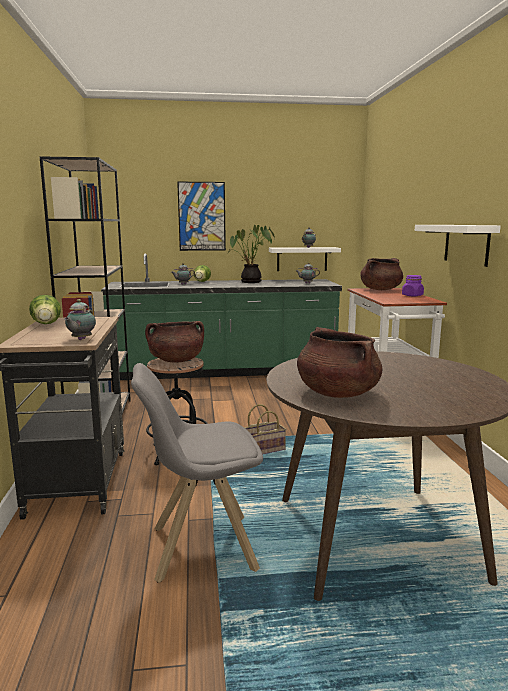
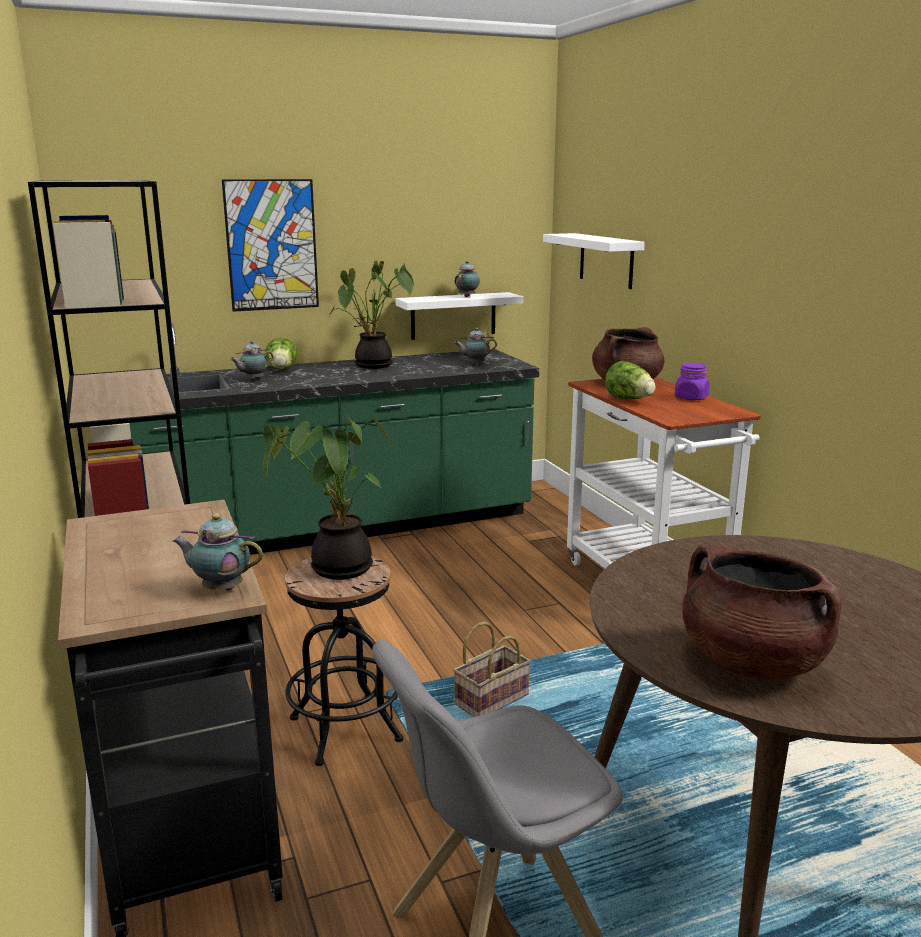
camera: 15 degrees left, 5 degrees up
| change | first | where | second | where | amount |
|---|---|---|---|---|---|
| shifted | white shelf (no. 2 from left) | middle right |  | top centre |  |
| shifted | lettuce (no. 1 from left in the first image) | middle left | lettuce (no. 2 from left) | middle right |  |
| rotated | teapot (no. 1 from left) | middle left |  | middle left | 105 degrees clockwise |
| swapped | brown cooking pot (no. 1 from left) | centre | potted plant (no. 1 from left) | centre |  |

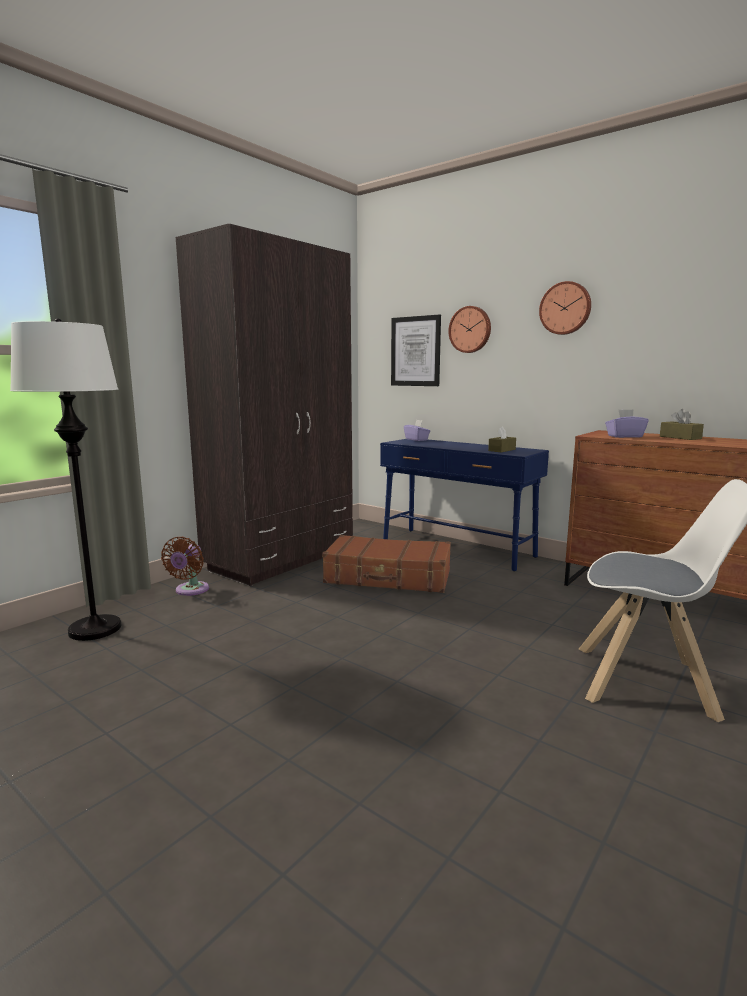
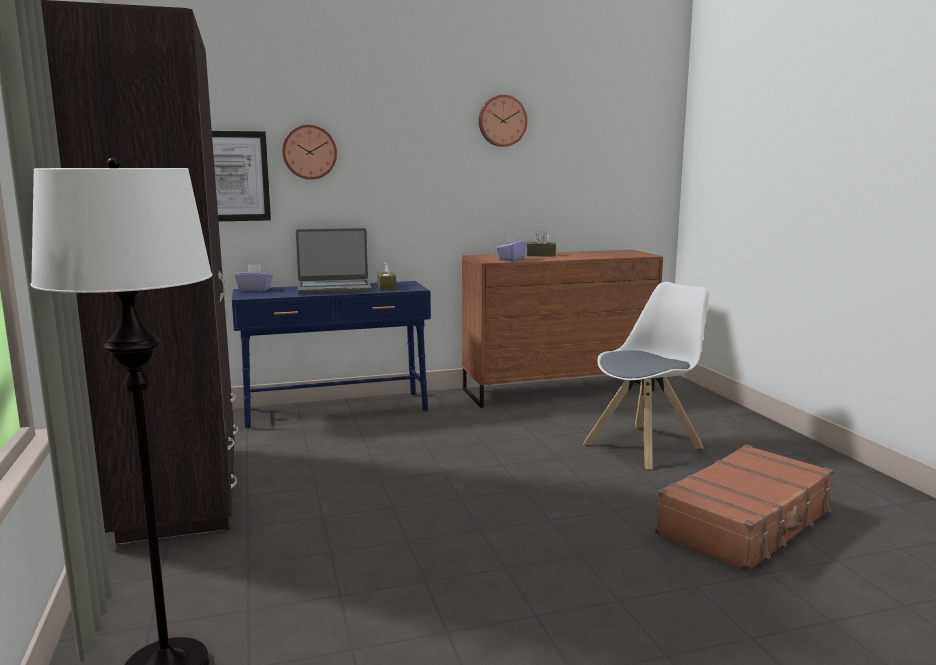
camera: 55 degrees left, 0 degrees up
| change | first | where | second | where | amount |
|---|---|---|---|---|---|
| shifted | wall clock (no. 2 from left) | top right |  | top centre |  |
| shifted | brown suitcase | centre |  | bottom right |  |
| gone | brown fan | middle left |  |  |  |
| new |  |  | laptop | centre |  |

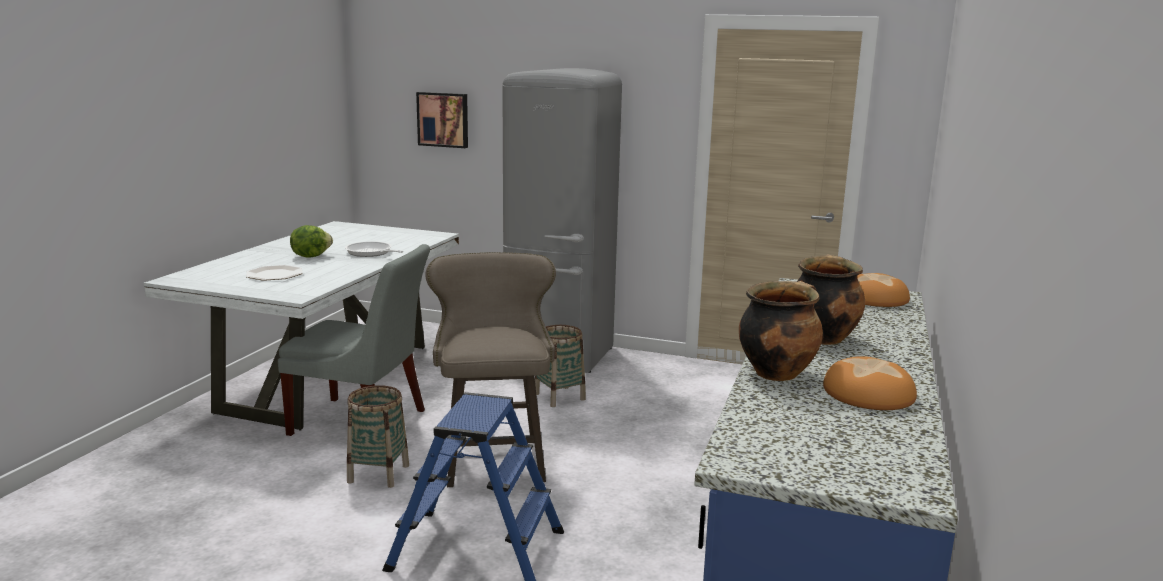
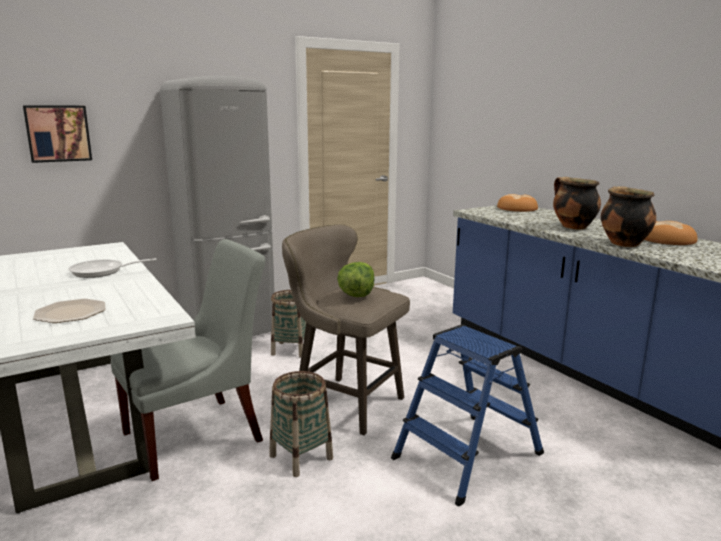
camera: 50 degrees left, 0 degrees up
| change | first | where | second | where | amount |
|---|---|---|---|---|---|
| shifted | lettuce | middle left |  | centre |  |

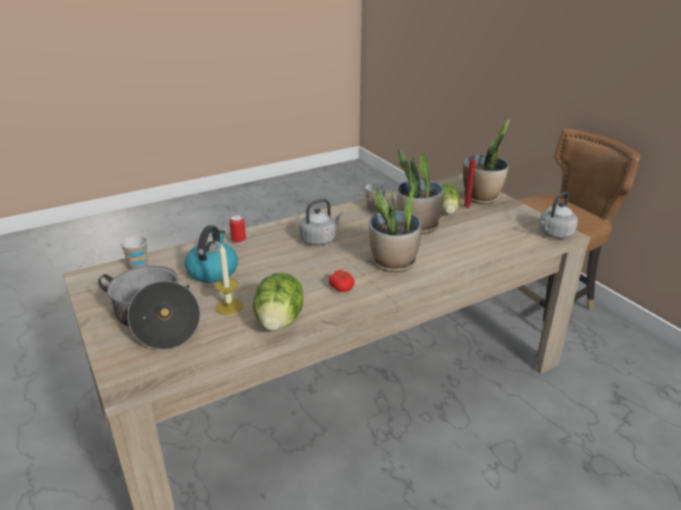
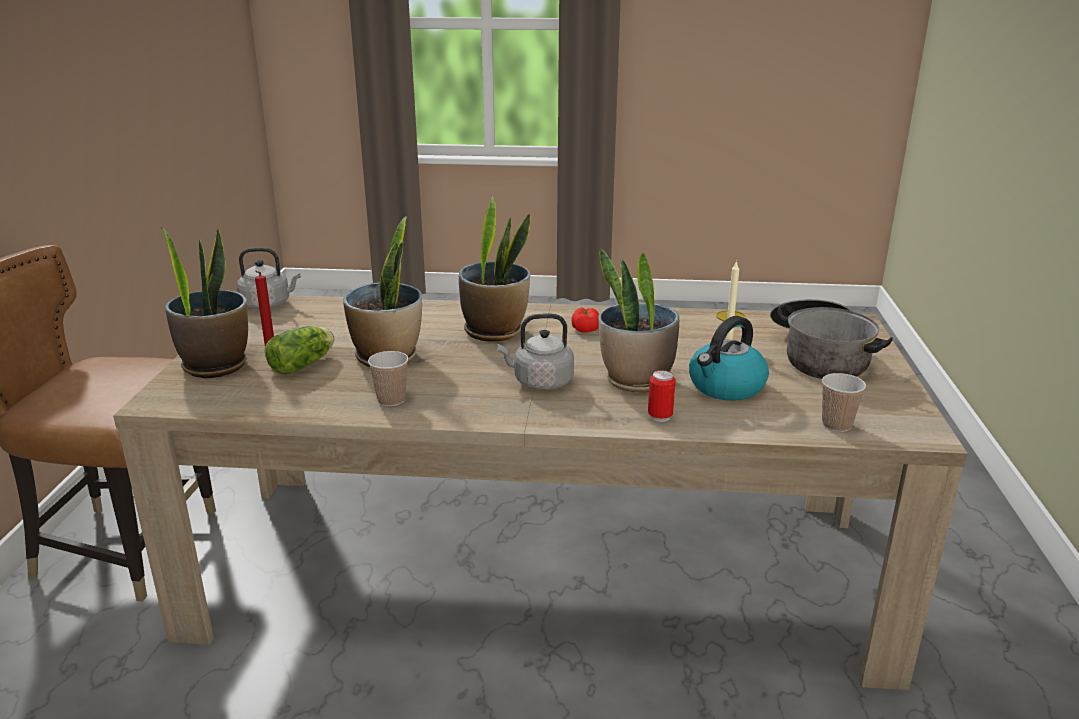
camera: 145 degrees left, 5 degrees down
| change | first | where | second | where | amount |
|---|---|---|---|---|---|
| gone | lettuce (no. 1 from left) | centre |  |  |  |
| new |  |  | potted plant (no. 4 from left) | centre |  |

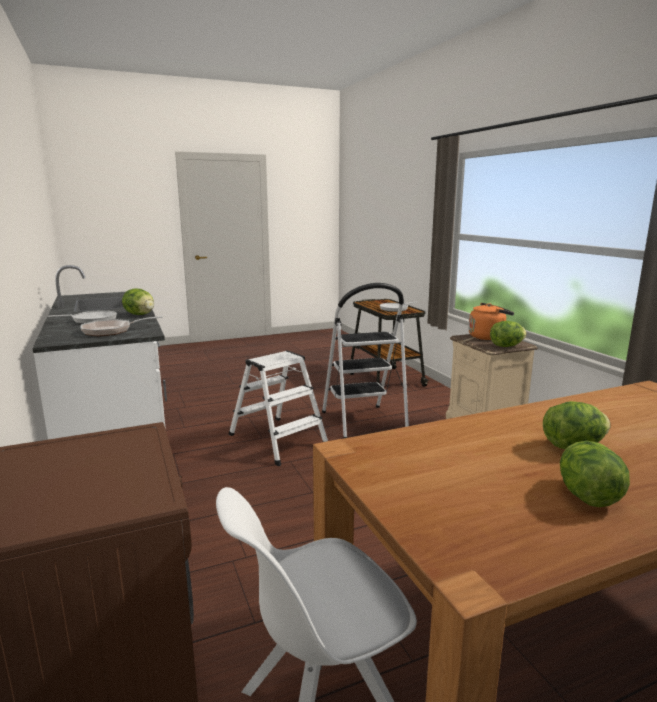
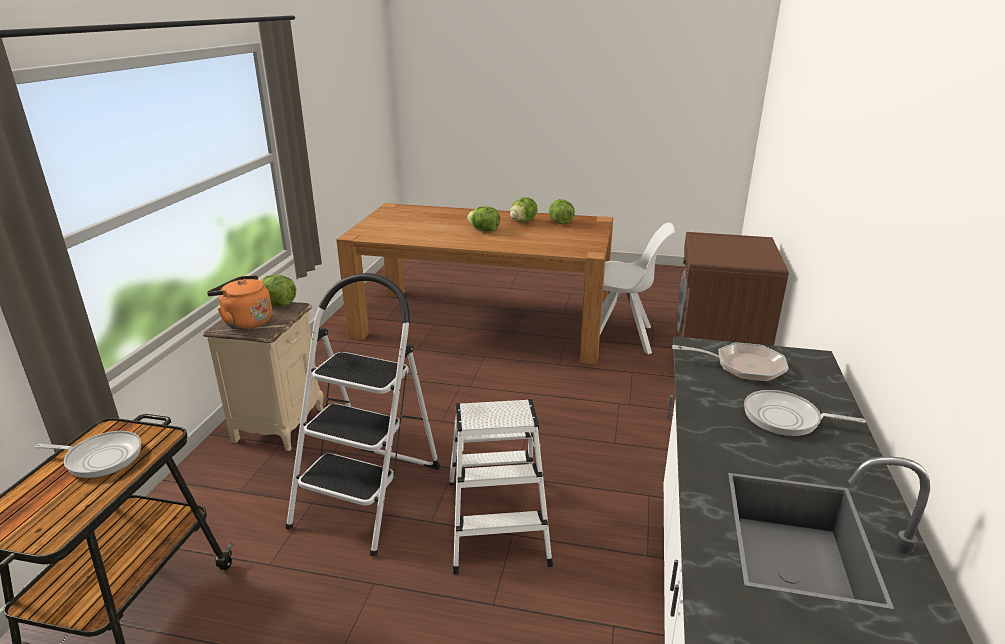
camera: 145 degrees left, 10 degrees up
| change | first | where | second | where | amount |
|---|---|---|---|---|---|
| shifted | lettuce (no. 1 from left in the first image) | middle left | lettuce (no. 4 from left) | top centre |  |

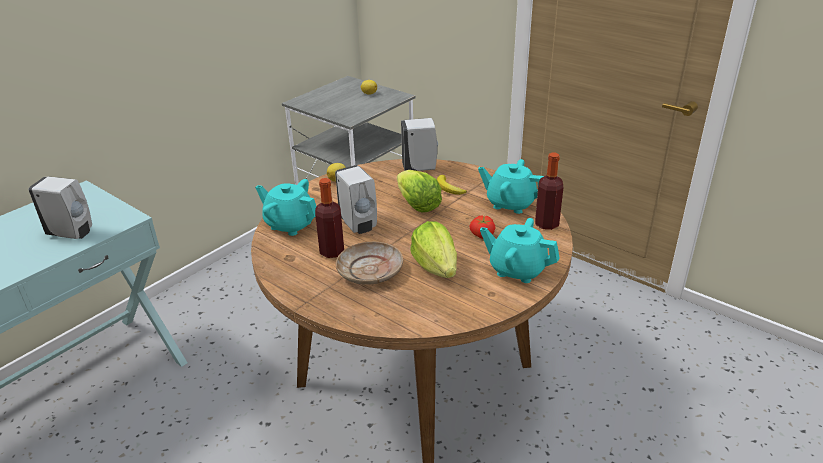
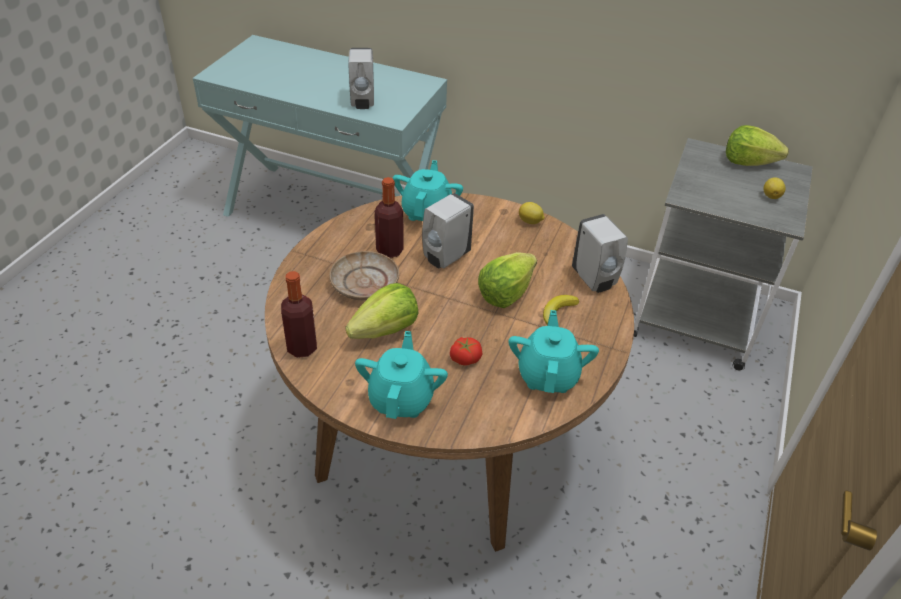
camera: 70 degrees right, 10 degrees up
| change | first | where | second | where | amount |
|---|---|---|---|---|---|
| shifted | bottle (no. 2 from left in the first image) | middle right | bottle (no. 1 from left) | middle left |  |
| new |  |  | lettuce (no. 3 from left) | top right |  |

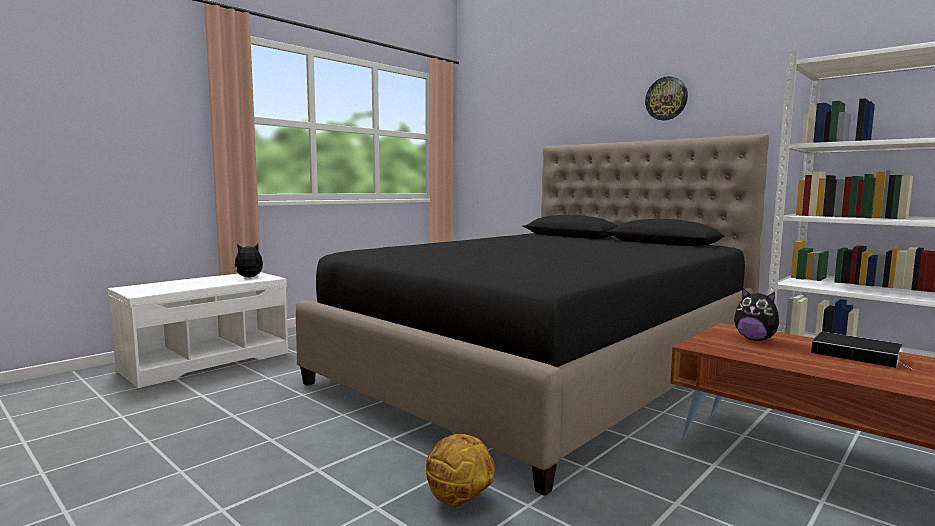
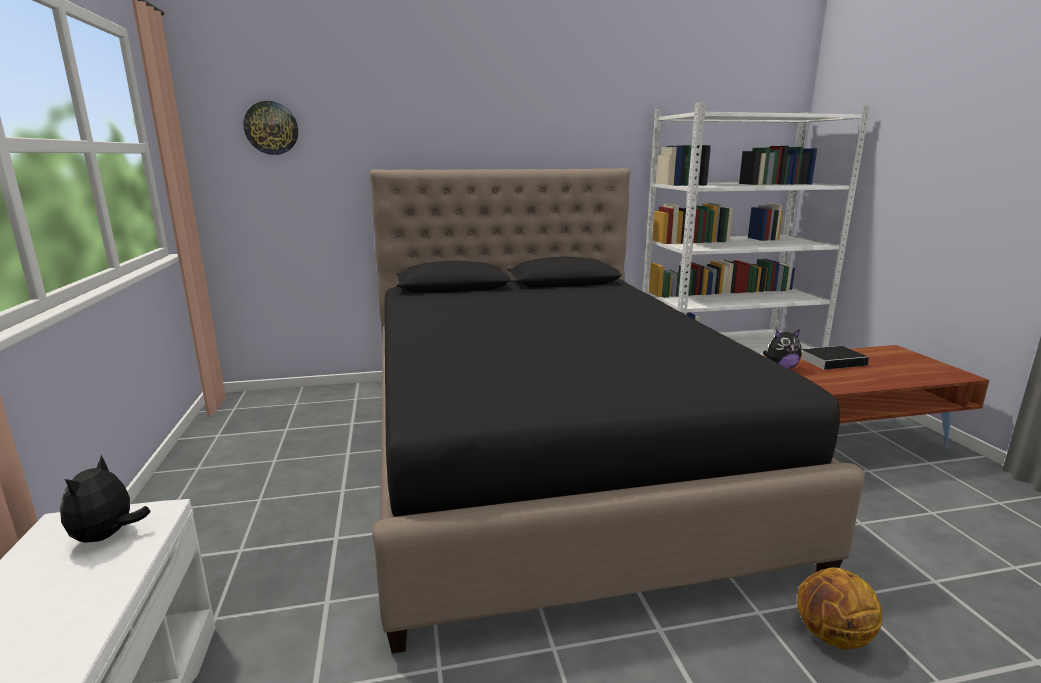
camera: 55 degrees left, 10 degrees up
| change | first | where | second | where | amount |
|---|---|---|---|---|---|
| shifted | wall clock | top right |  | top left |  |

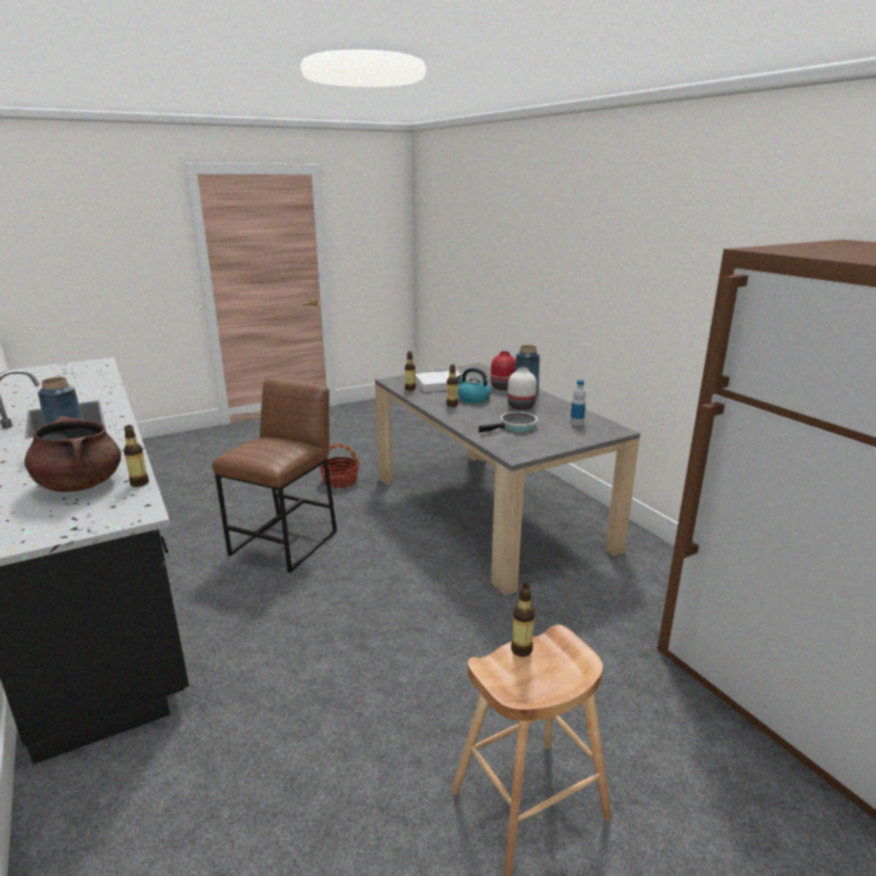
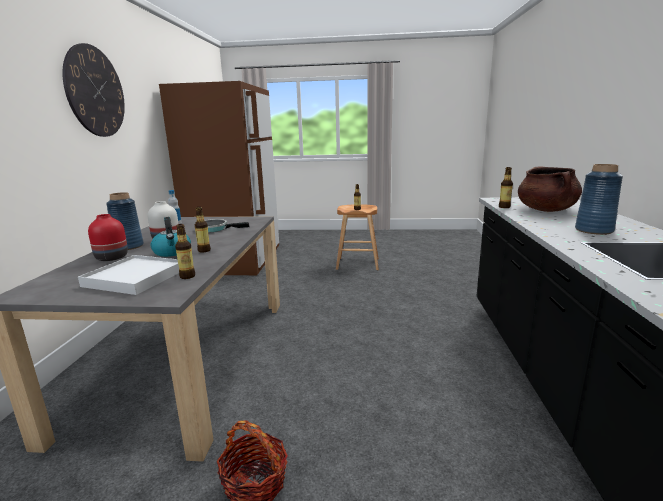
camera: 145 degrees left, 5 degrees down
| change | first | where | second | where | amount |
|---|---|---|---|---|---|
| gone | brown chair | middle left |  |  |  |
| new |  |  | wall clock | top left |  |

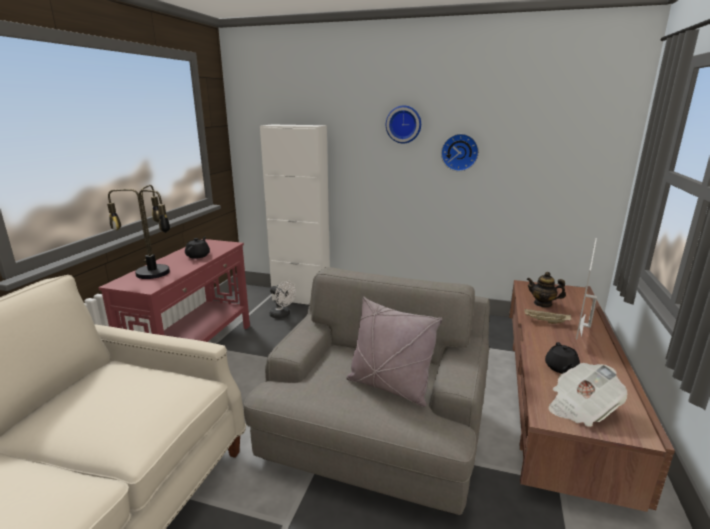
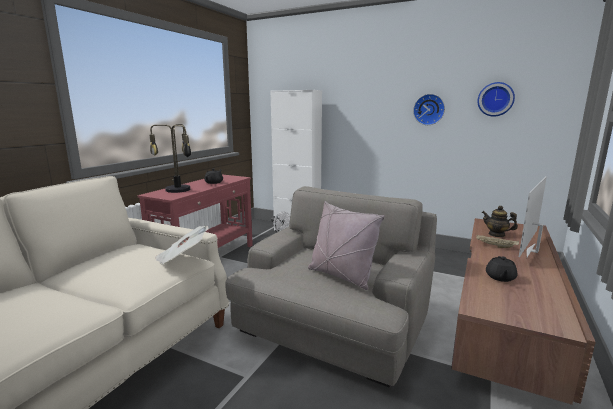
camera: 10 degrees right, 5 degrees down
| change | first | where | second | where | amount |
|---|---|---|---|---|---|
| shifted | wall clock (no. 1 from left in the first image) | top centre | wall clock (no. 2 from left) | top right |  |
| shifted | newspaper | bottom right |  | middle left |  |

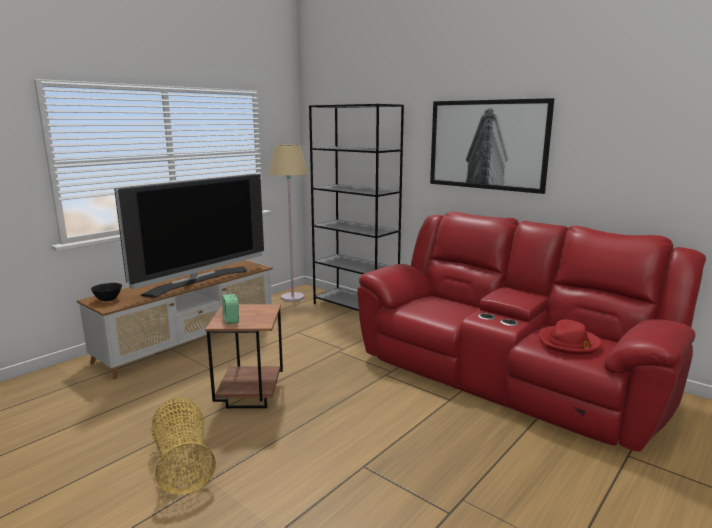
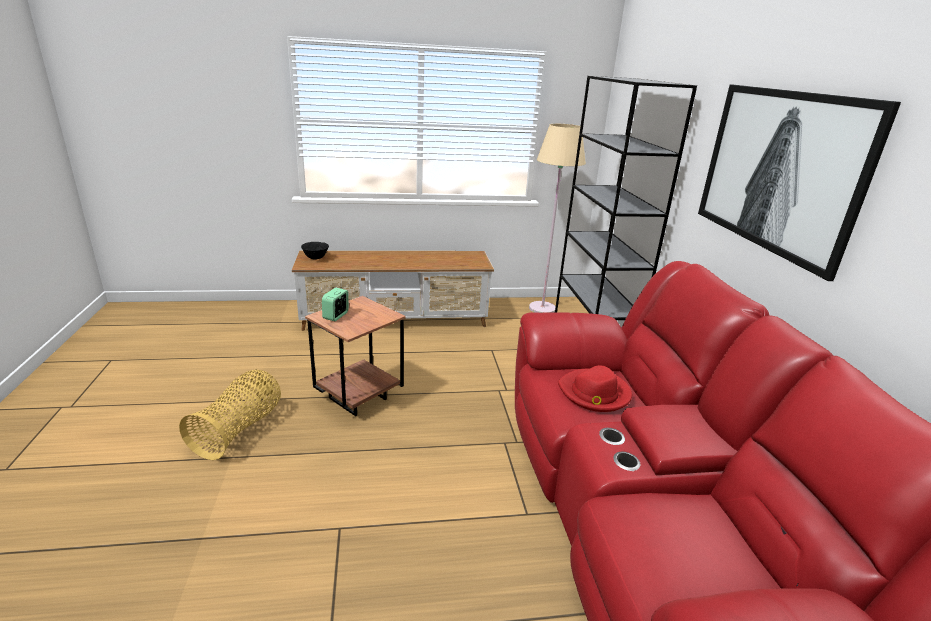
camera: 40 degrees right, 10 degrees up
| change | first | where | second | where | amount |
|---|---|---|---|---|---|
| gone | television | middle left |  |  |  |
| shifted | red hat | middle right |  | centre |  |

